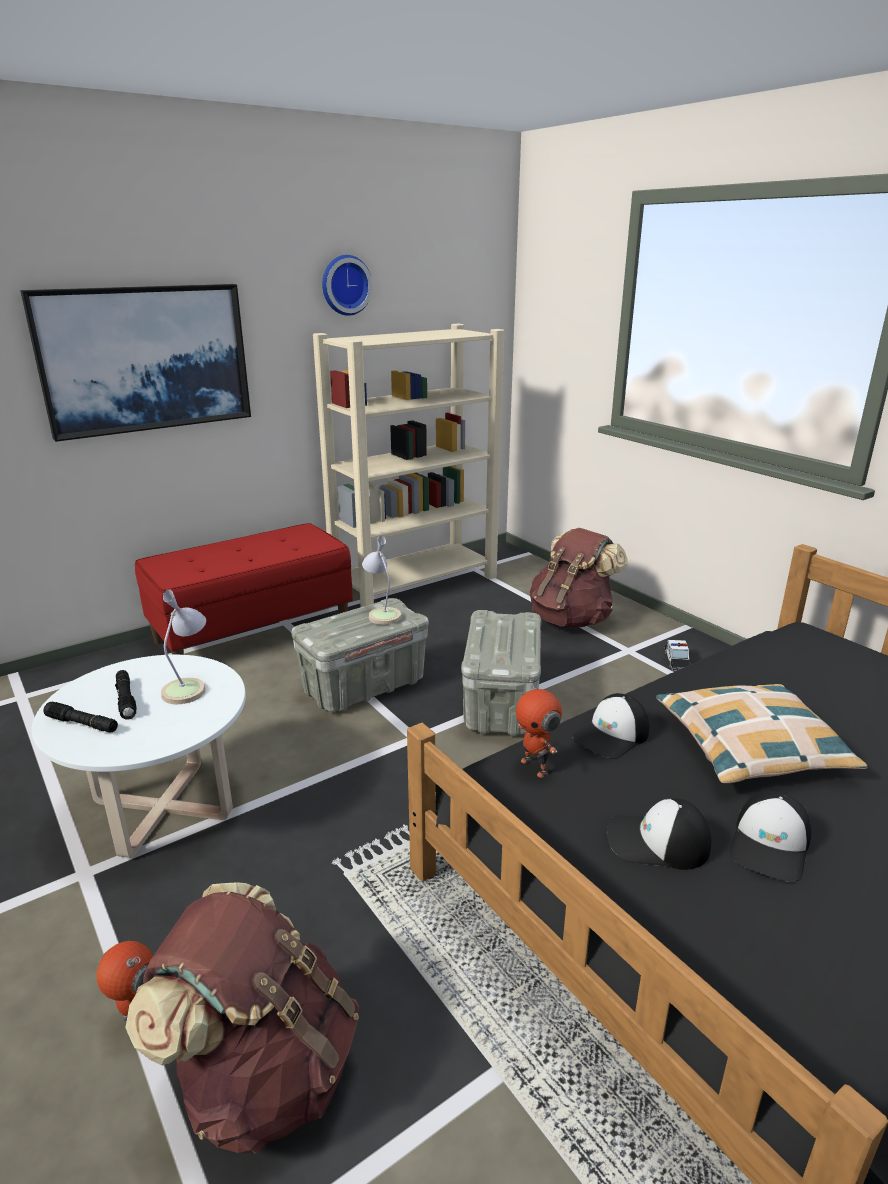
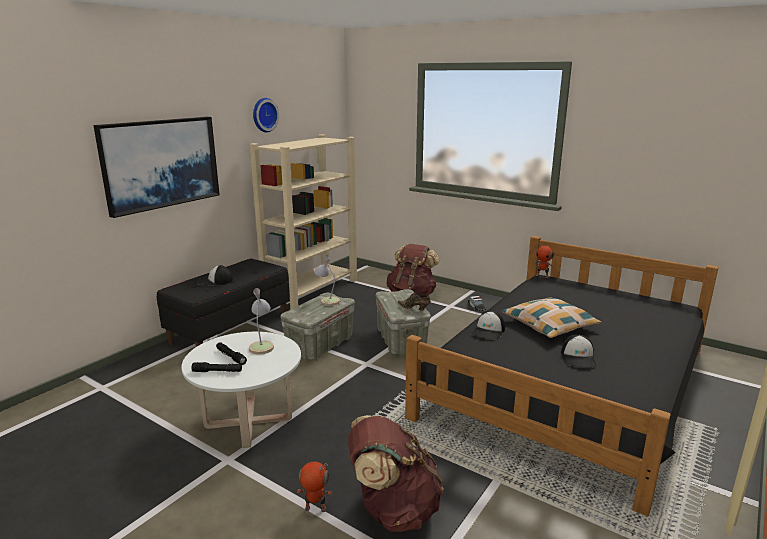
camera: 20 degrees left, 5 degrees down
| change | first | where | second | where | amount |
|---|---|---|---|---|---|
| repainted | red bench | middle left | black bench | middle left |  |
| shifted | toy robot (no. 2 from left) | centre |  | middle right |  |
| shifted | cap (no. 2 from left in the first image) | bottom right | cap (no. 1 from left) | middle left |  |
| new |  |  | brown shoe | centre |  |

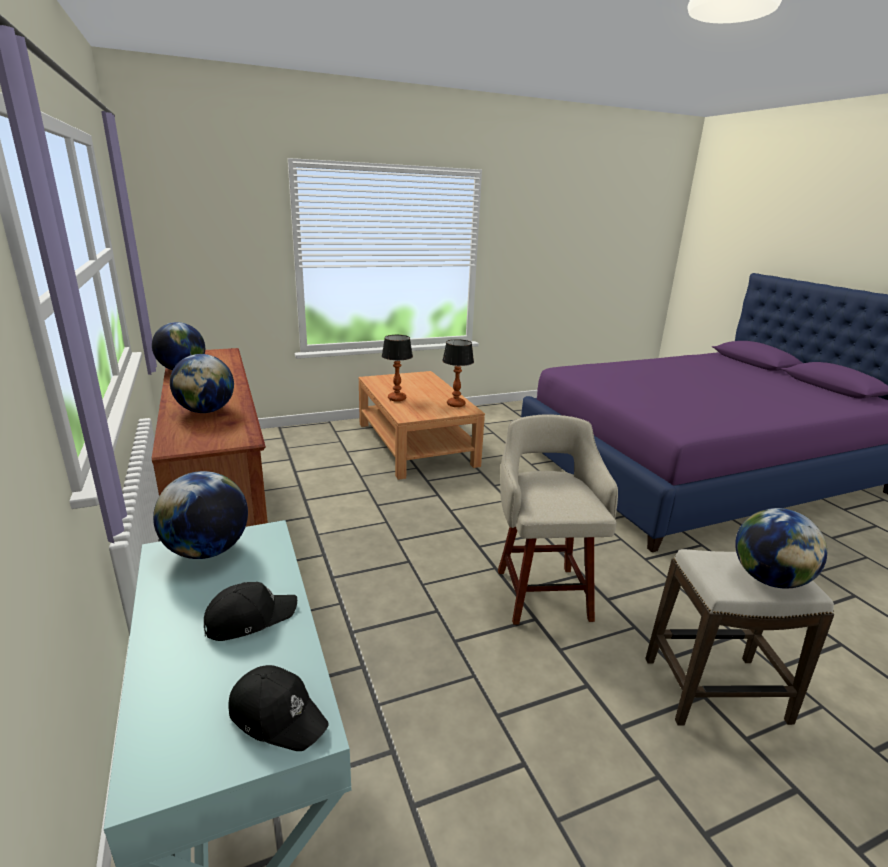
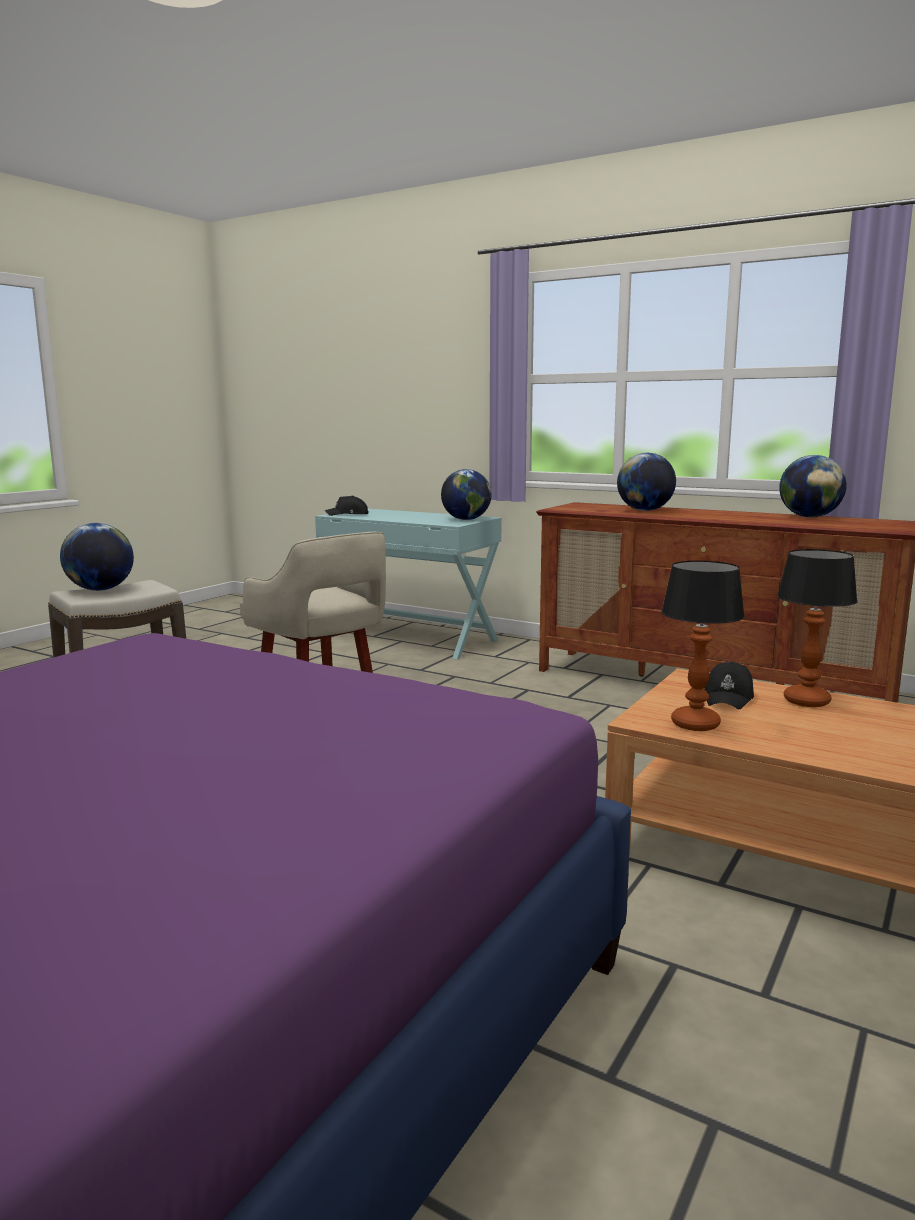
camera: 145 degrees right, 10 degrees down
| change | first | where | second | where | amount |
|---|---|---|---|---|---|
| shifted | black cap (no. 1 from left in the first image) | bottom left | black cap (no. 2 from left) | middle right |  |

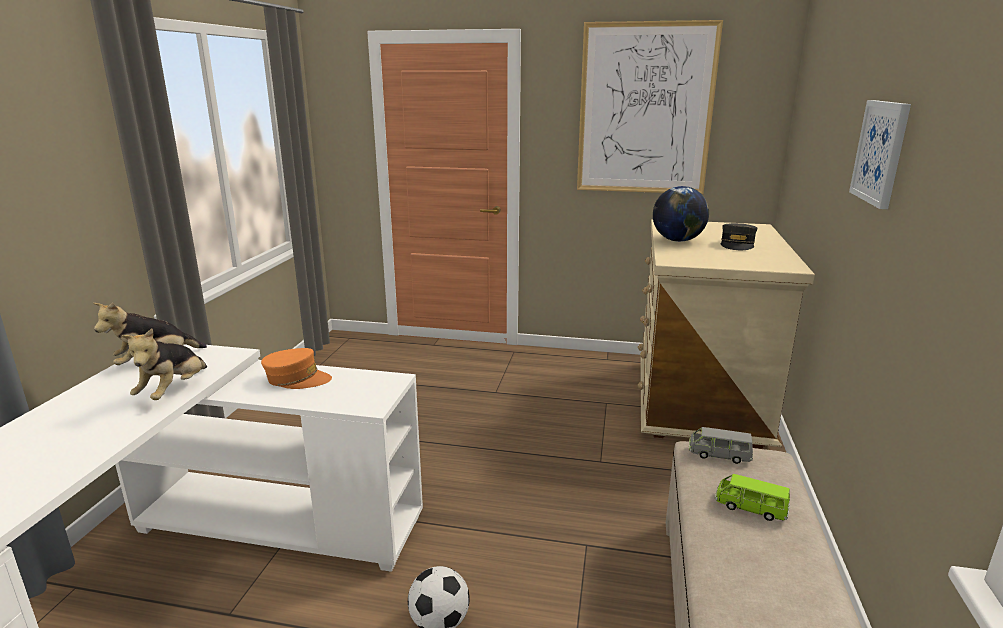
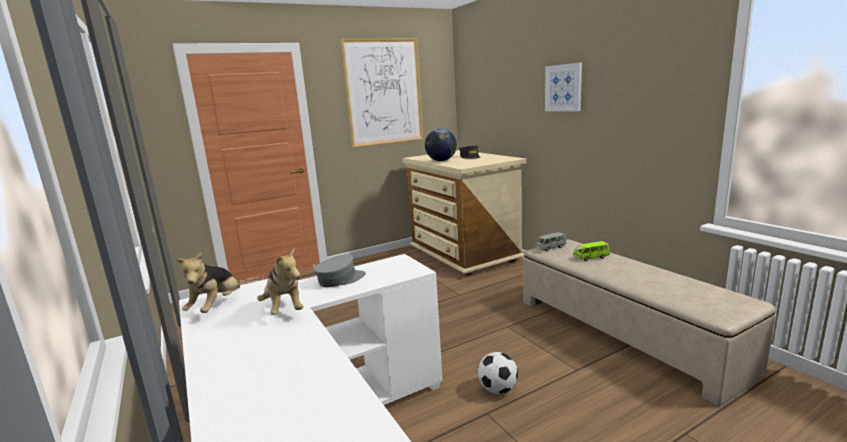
camera: 40 degrees left, 5 degrees down
| change | first | where | second | where | amount |
|---|---|---|---|---|---|
| repainted | orange cap | middle left | grey cap (no. 1 from left) | centre |  |

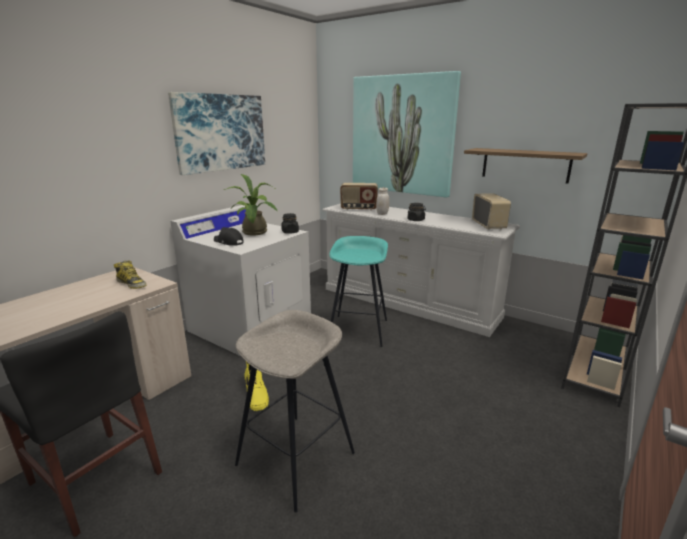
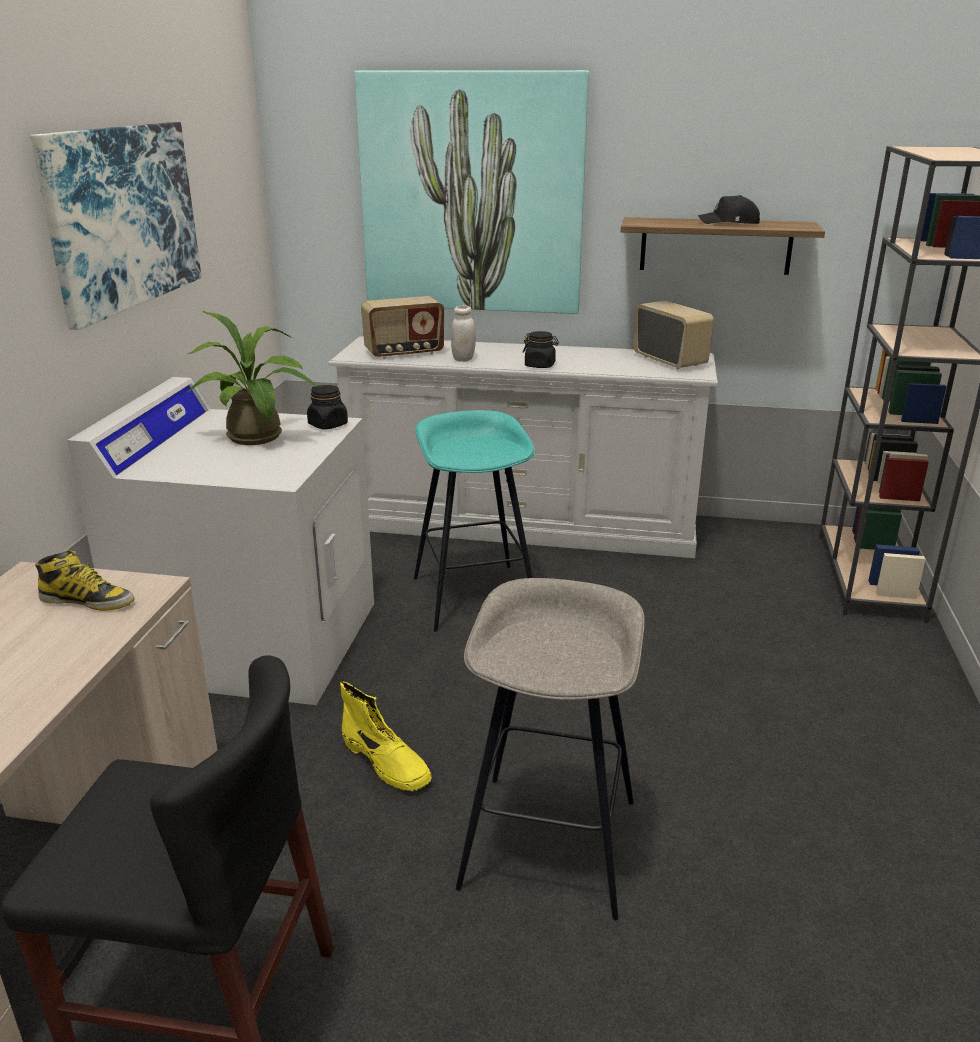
camera: 25 degrees left, 5 degrees up
| change | first | where | second | where | amount |
|---|---|---|---|---|---|
| shifted | black cap | centre |  | top right |  |

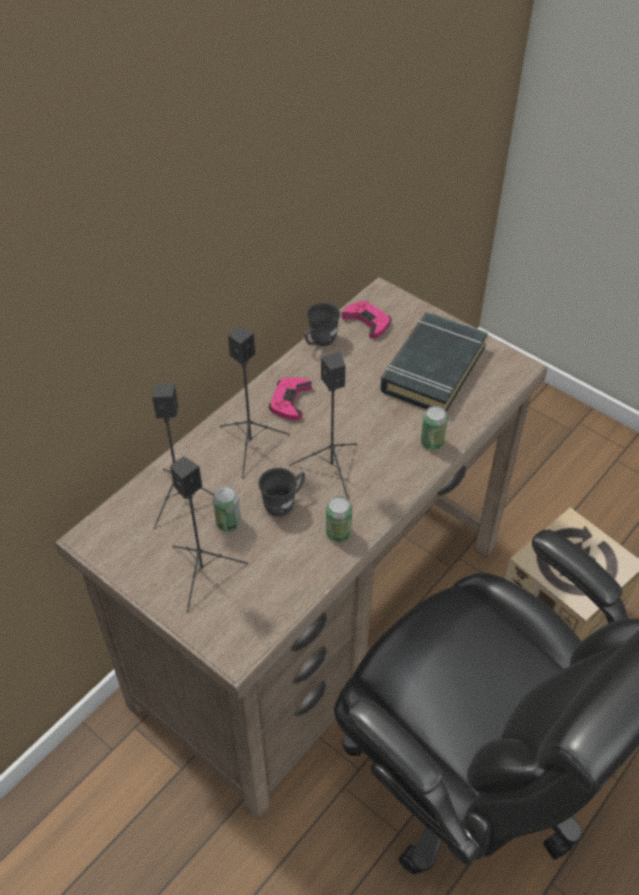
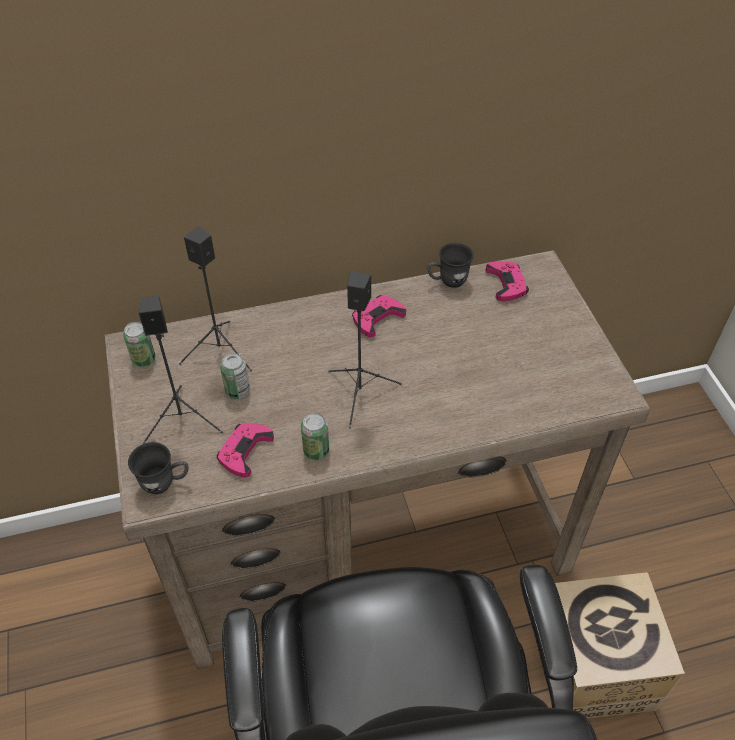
camera: 35 degrees right, 0 degrees up
| change | first | where | second | where | amount |
|---|---|---|---|---|---|
| gone | black book | middle right |  |  |  |
| gone | black speaker (no. 3 from left) | centre |  |  |  |
| shifted | can (no. 3 from left in the first image) | middle right | can (no. 1 from left) | middle left |  |
| shifted | grey mug (no. 1 from left) | centre |  | middle left |  |
| new |  |  | pink game controller (no. 1 from left) | centre |  |

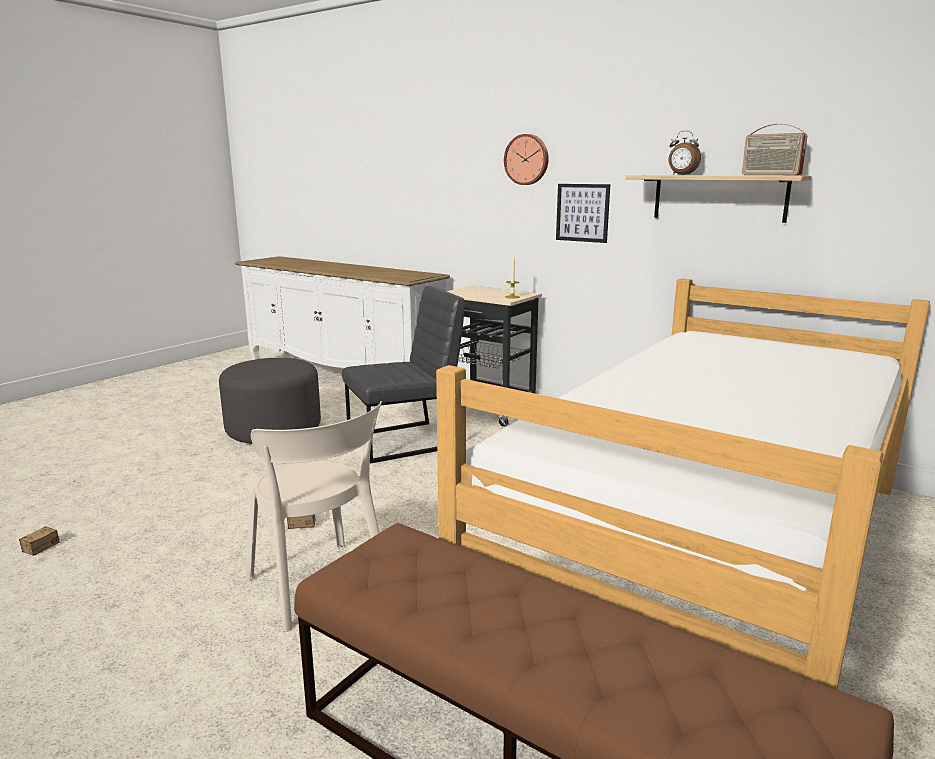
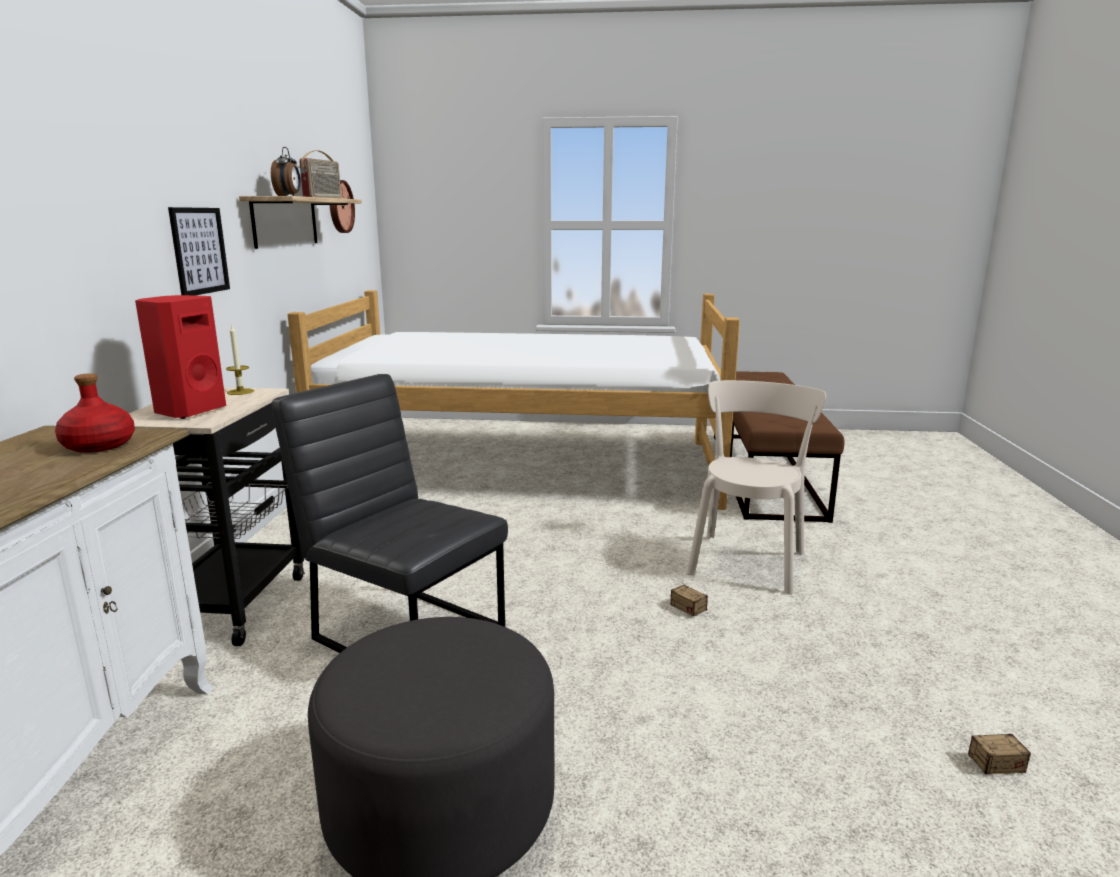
camera: 120 degrees left, 0 degrees up
| change | first | where | second | where | amount |
|---|---|---|---|---|---|
| shifted | wall clock | top centre |  | top left |  |
| new |  |  | red speaker | middle left |  |
| new |  |  | red bottle | middle left |  |

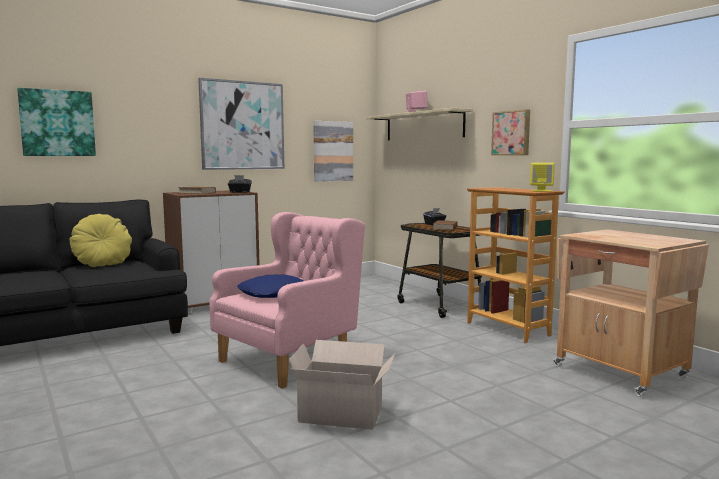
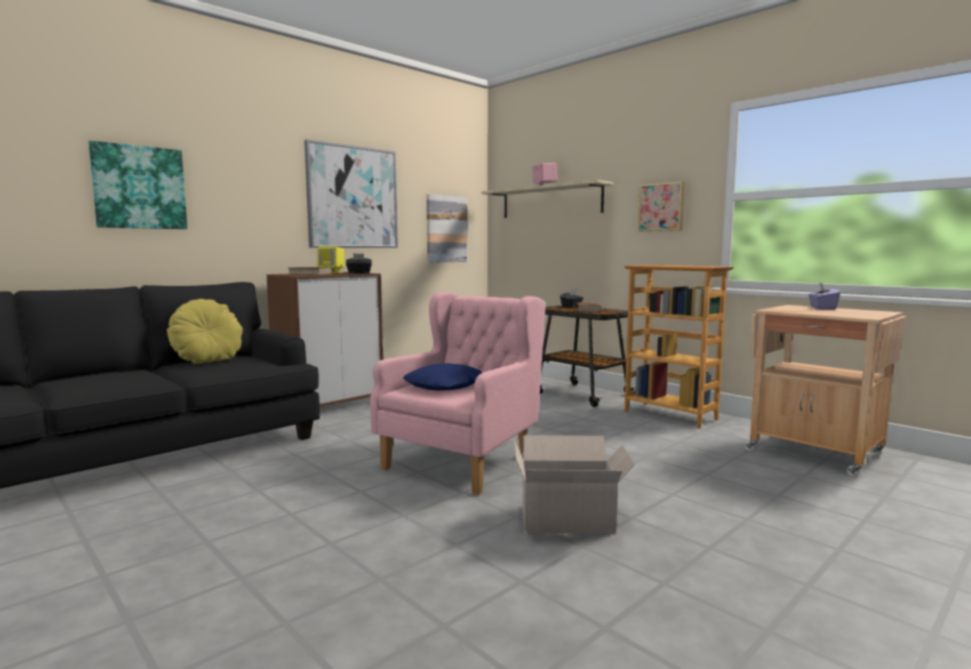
camera: 10 degrees left, 0 degrees up
| change | first | where | second | where | amount |
|---|---|---|---|---|---|
| shifted | yellow speaker | middle right |  | centre |  |
| new |  |  | purple tissue box | middle right |  |

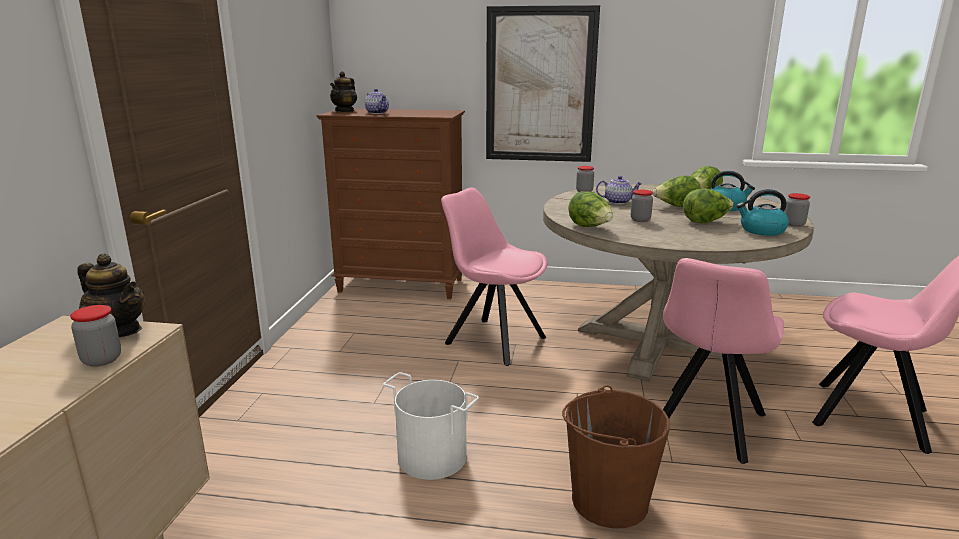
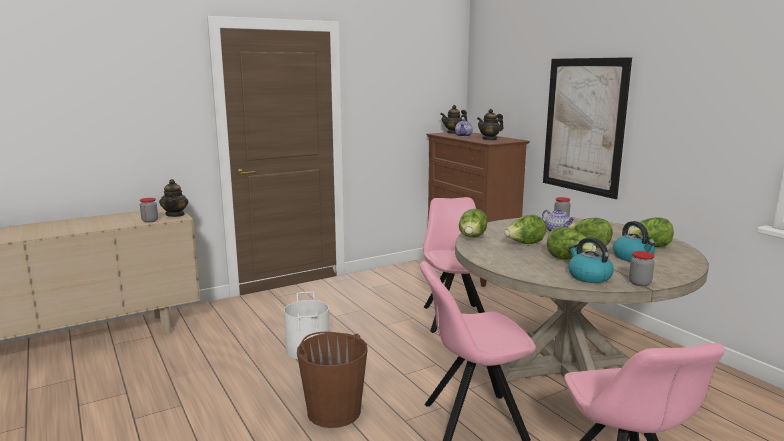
camera: 50 degrees right, 5 degrees down
| change | first | where | second | where | amount |
|---|---|---|---|---|---|
| swapped | jar (no. 3 from left) | middle right | lettuce (no. 2 from left) | middle right |  |
| new |  |  | teapot (no. 4 from left) | top centre |  |

